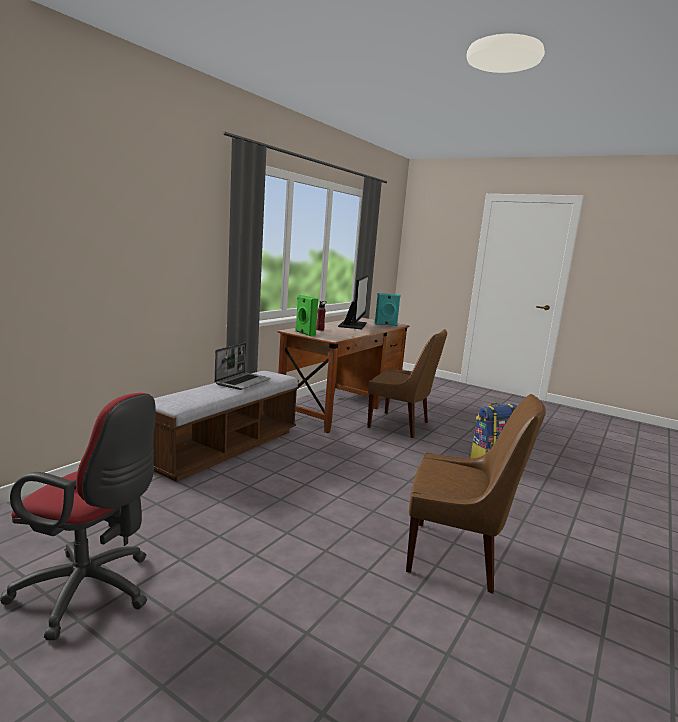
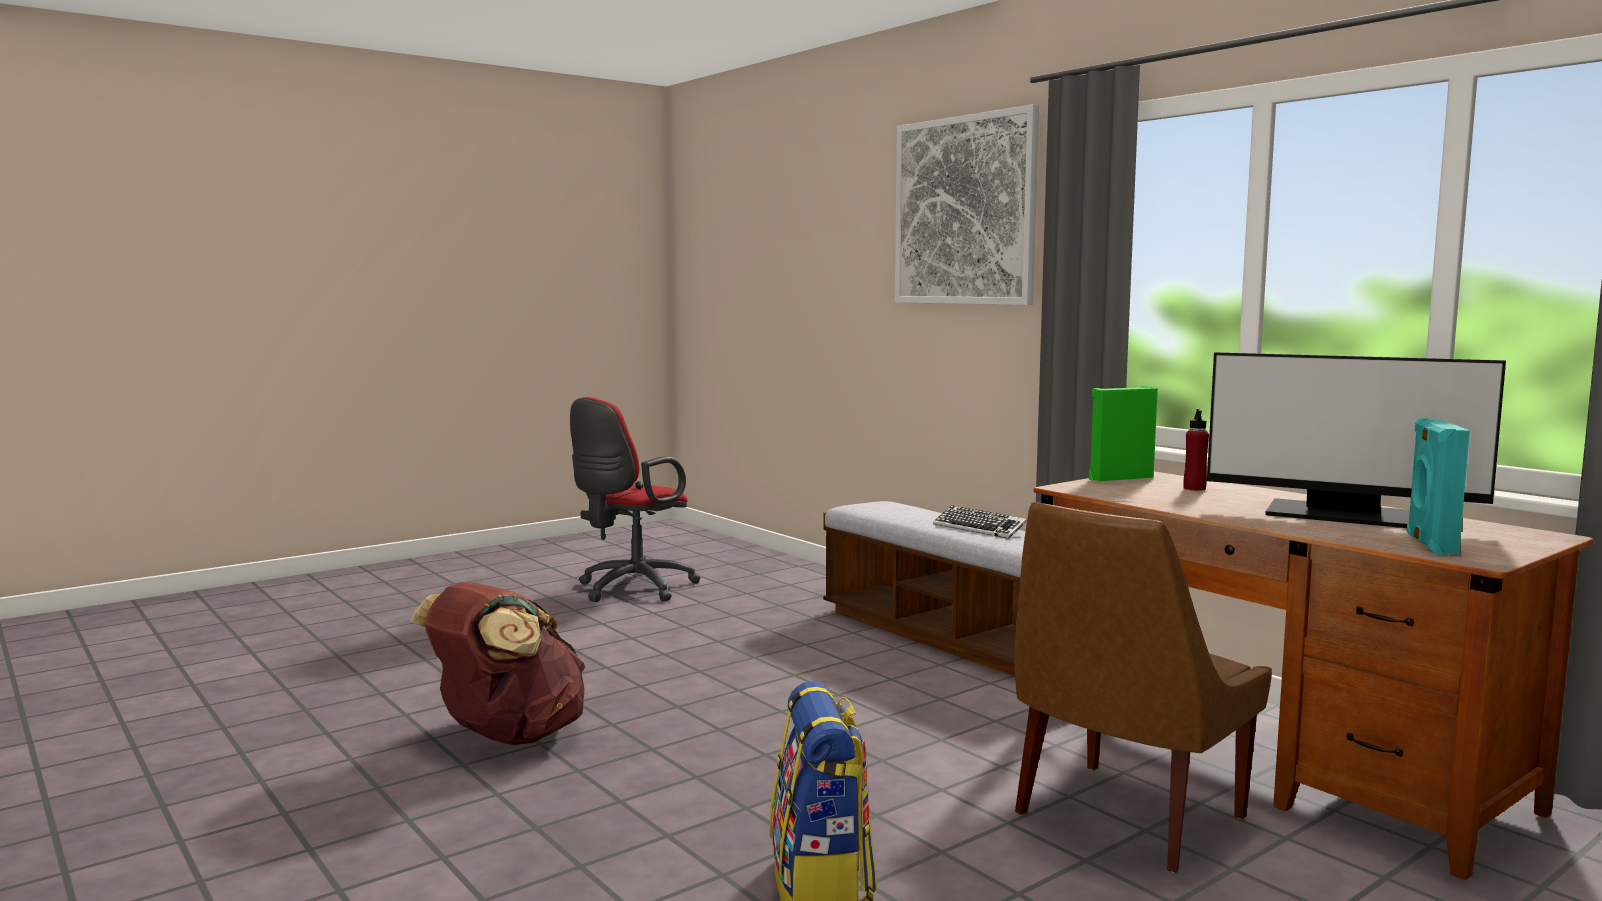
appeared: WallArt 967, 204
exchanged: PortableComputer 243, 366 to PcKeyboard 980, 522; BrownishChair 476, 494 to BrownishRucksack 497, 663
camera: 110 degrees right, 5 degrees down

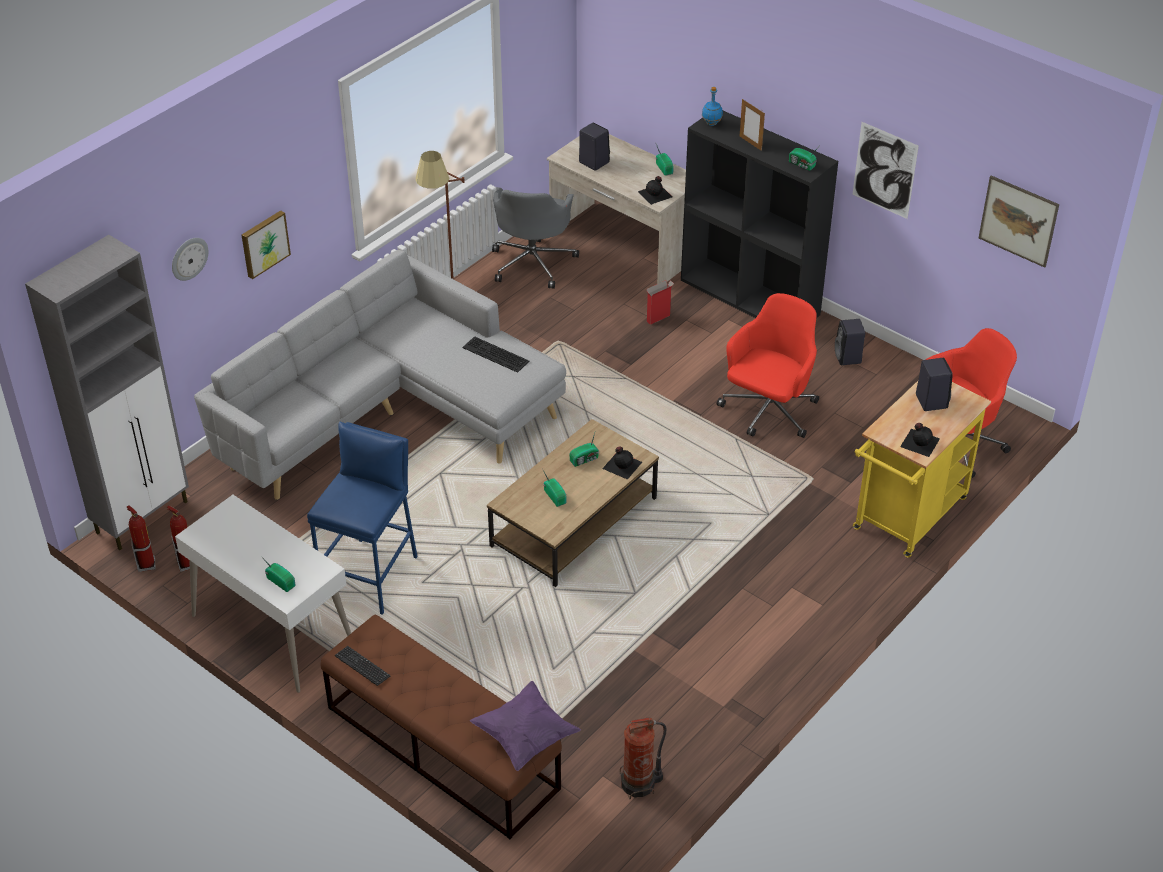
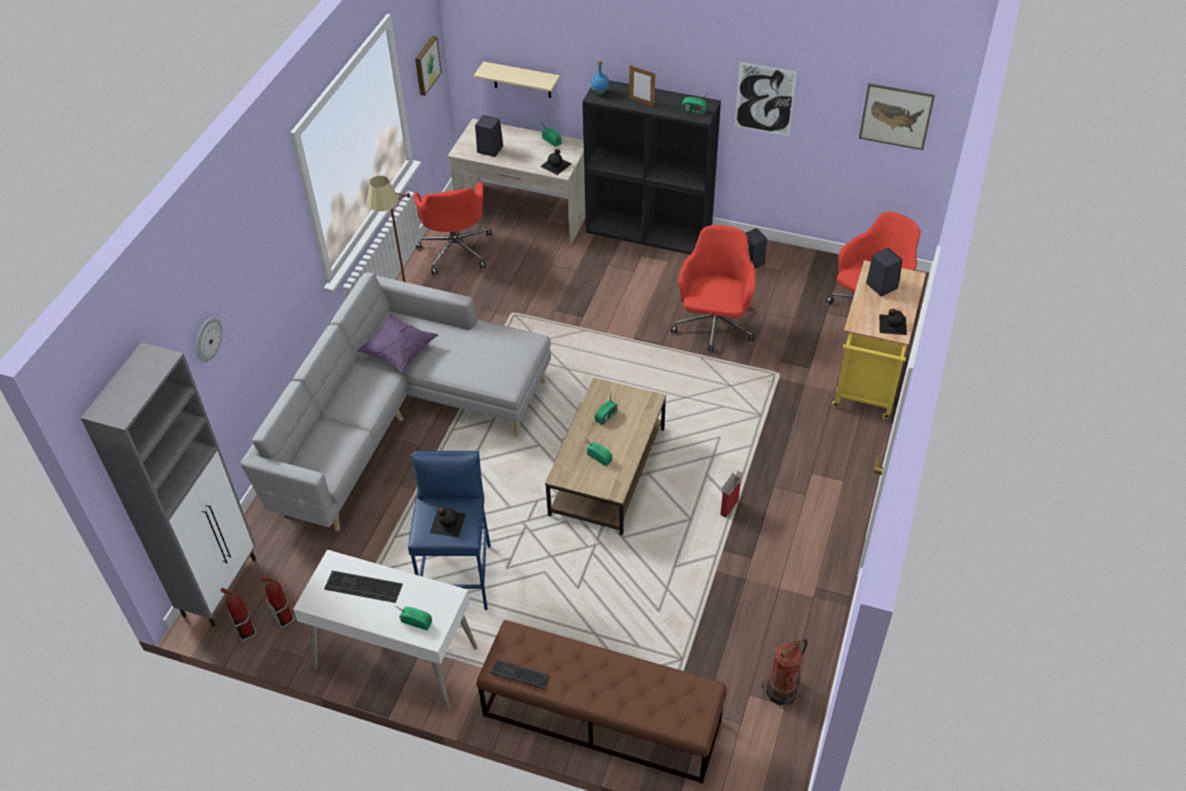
appeared: SandColouredBracketShelf 517, 79
relocated: WallArt 266, 244 to 428, 66; CardboardBox 660, 302 to 732, 494; PcKeyboard 496, 354 to 363, 587; BlackColouredBottle 622, 463 to 448, 522; PurpleCushion 525, 726 to 397, 343
colour: GrayOfficeChair 535, 238 to ReddishOfficeChair 453, 228
camera: 20 degrees left, 5 degrees up

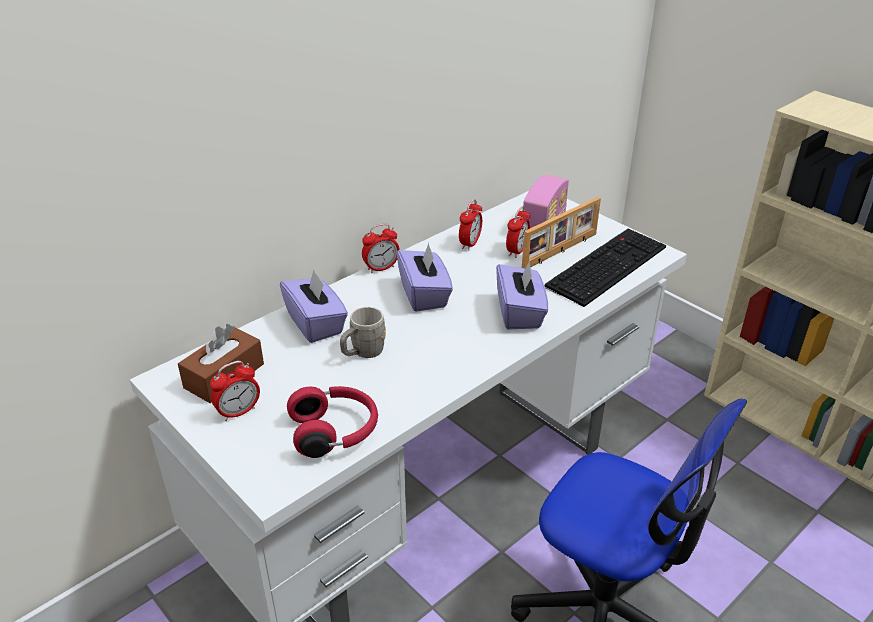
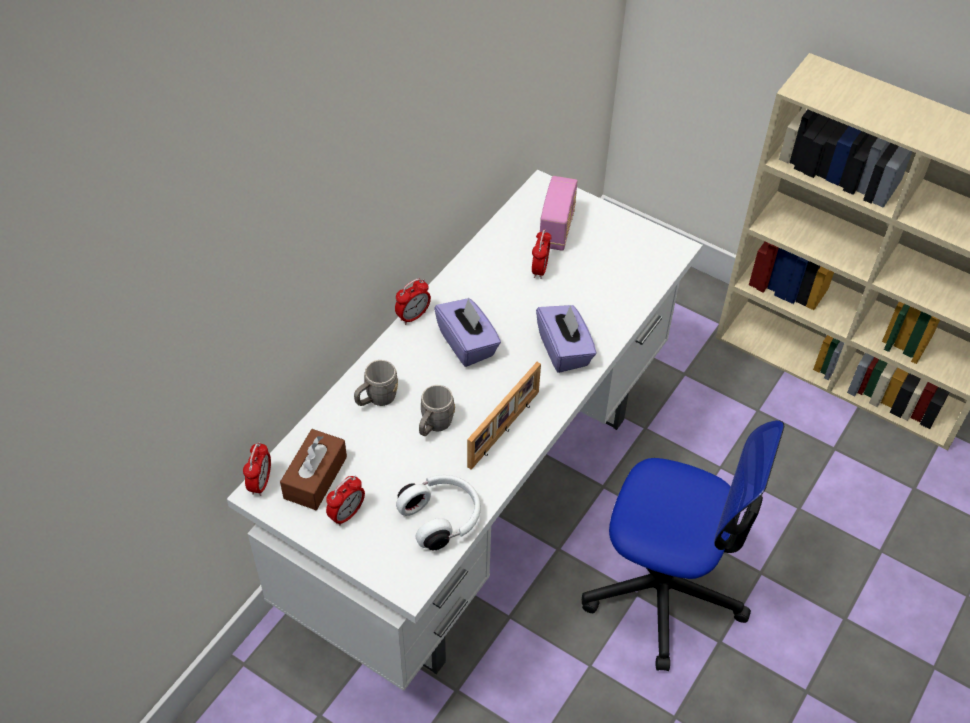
missing: PcKeyboard 605, 268
relocated: PictureFrame 561, 233 to 504, 416; BedsideClock 470, 225 to 257, 469
exchanged: PurpleTissueHolder 314, 306 to GrayTeaMug 376, 383
colour: ReddishHeadphones 332, 422 to WhiteHeadphones 438, 512
camera: 15 degrees left, 15 degrees up

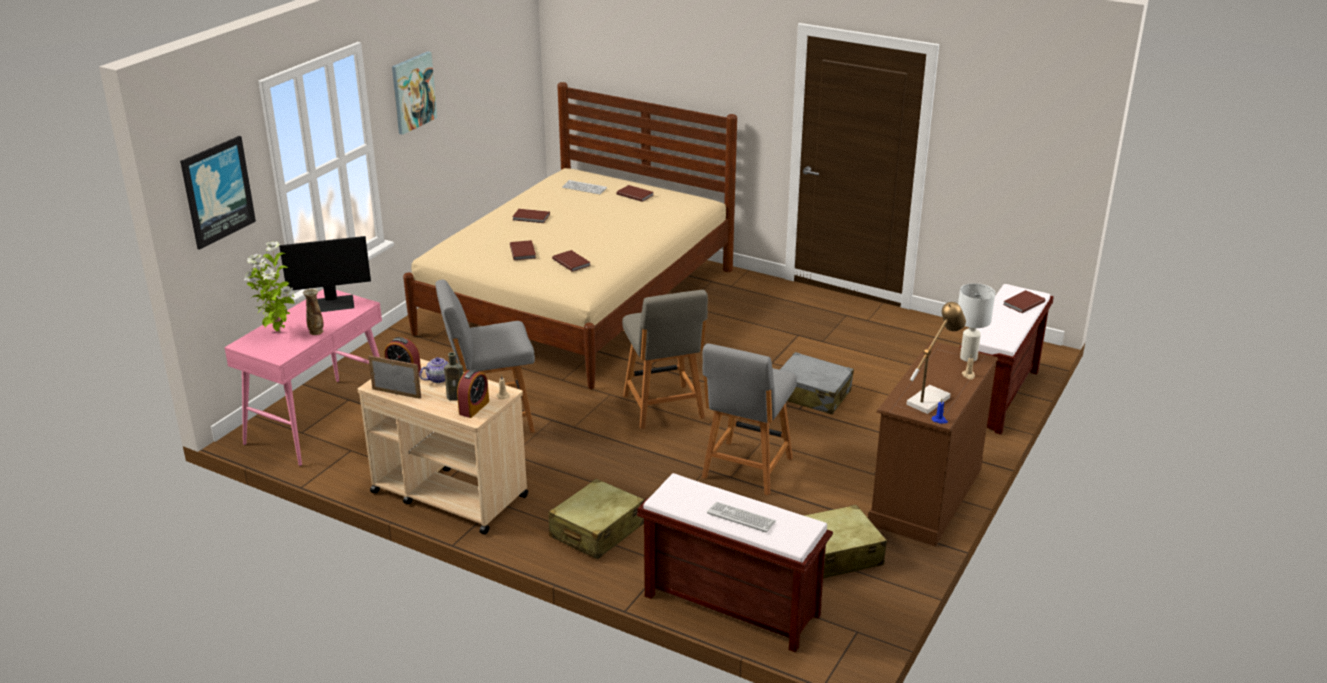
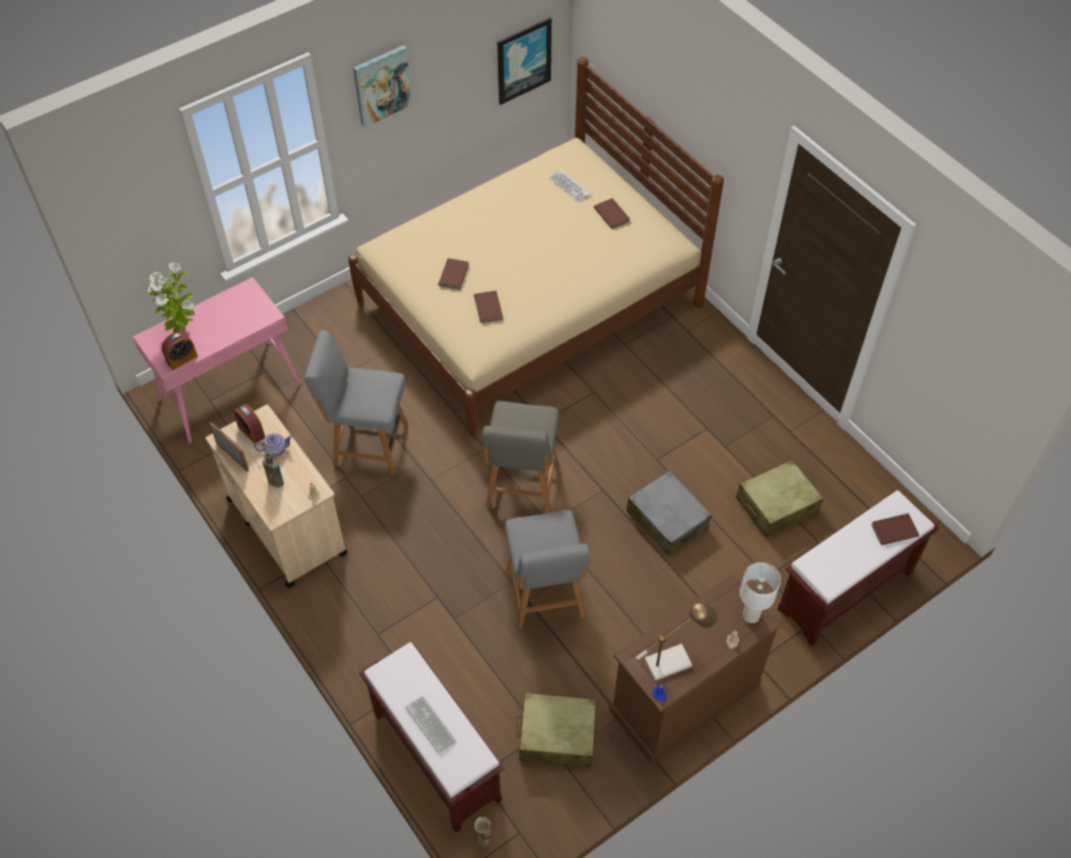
missing: BrownishBook 531, 216; ComputerScreen 325, 274
relocated: WallArt 218, 193 to 524, 61; DecorativeVase 313, 311 to 483, 832; BedsideClock 473, 393 to 180, 351; SandColouredTravelCase 596, 519 to 779, 498
spun: GrayChair 749, 419 = 547, 569 60 degrees counterclockwise
camera: 25 degrees right, 25 degrees up

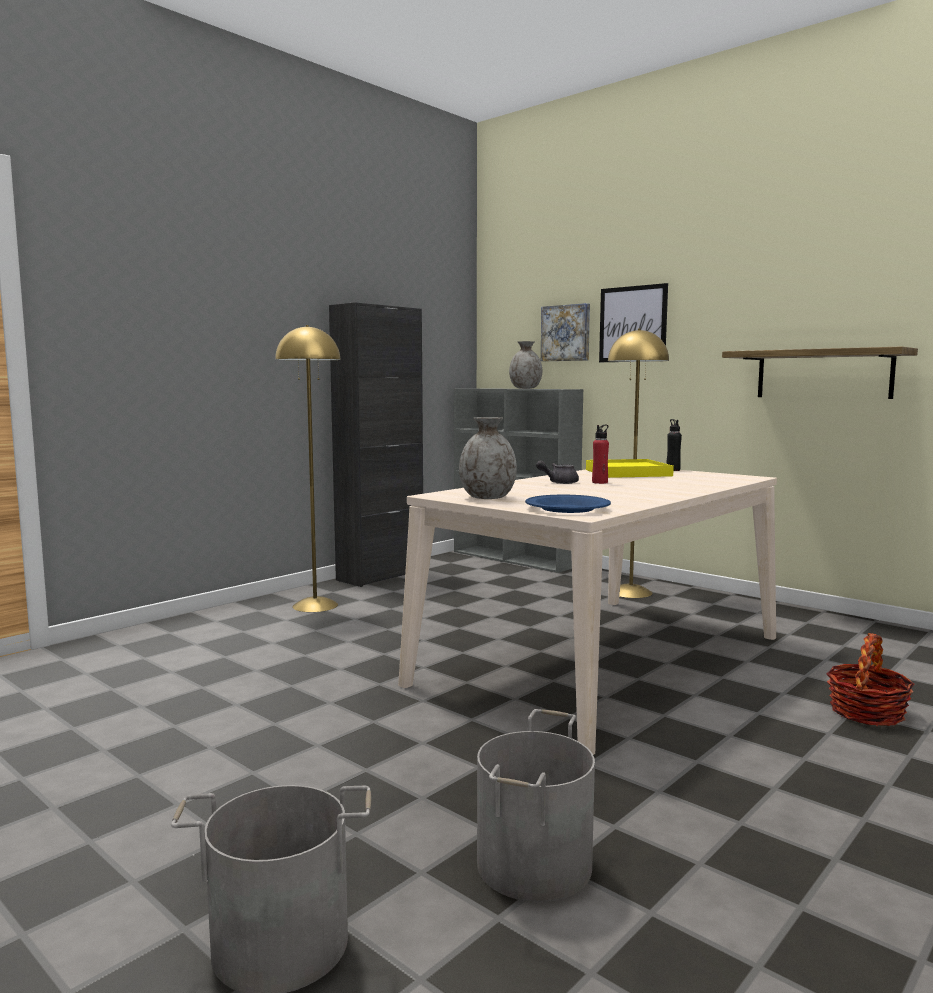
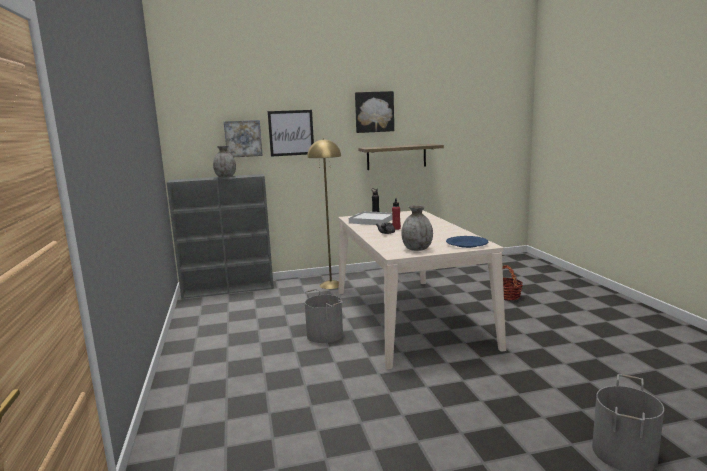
missing: BlackColouredCabinet 376, 444; YellowColouredStandardLamp 307, 468
appeared: WallArt 374, 112
relocated: GrayBucket 536, 805 to 323, 316
colour: YellowColouredServingTray 630, 468 to WhiteServingTray 370, 218
camera: 55 degrees left, 5 degrees up

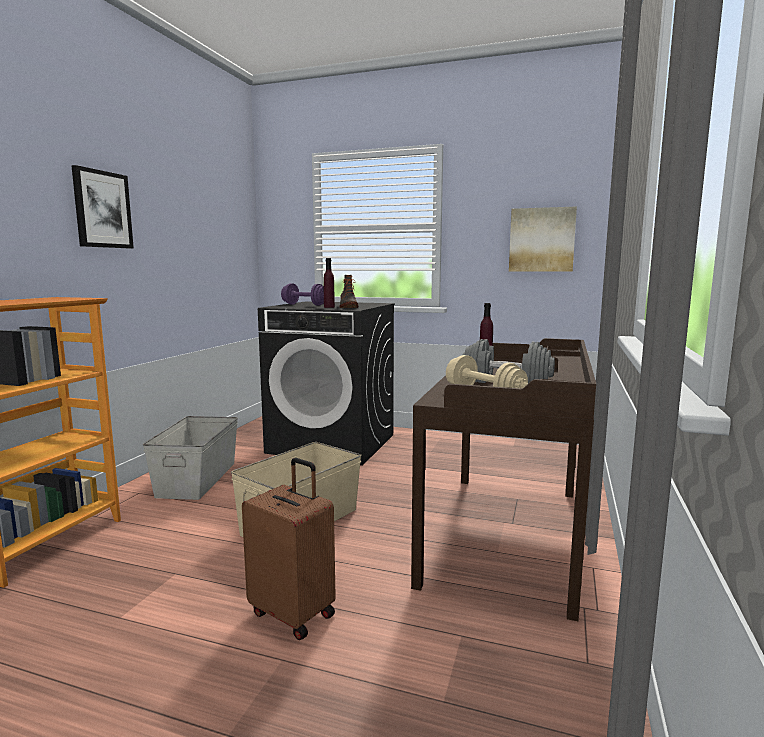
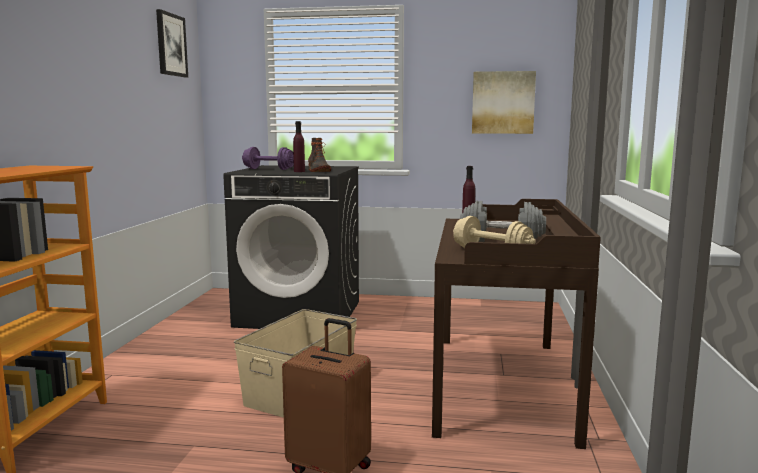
missing: GrayStorageBox 190, 458
relocated: WallArt 102, 207 to 172, 43
camera: 10 degrees left, 0 degrees up

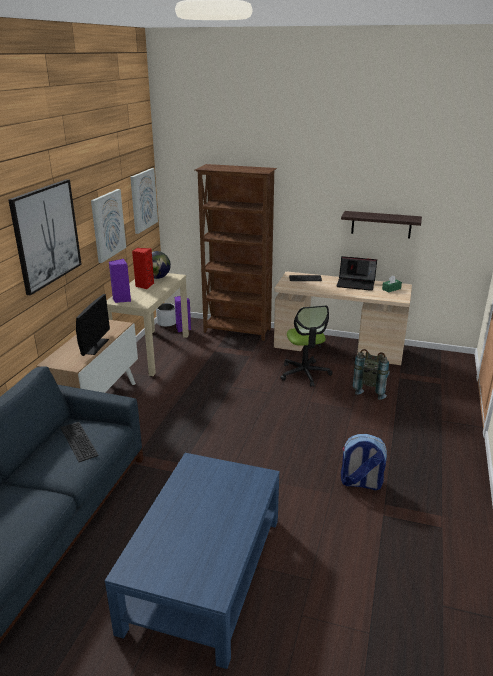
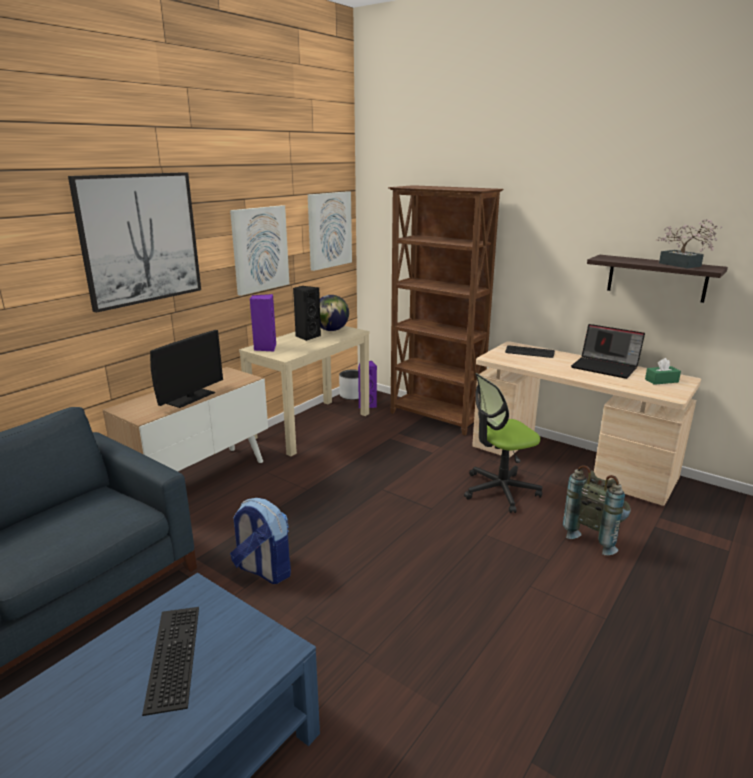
appeared: PottedPlant 689, 243
relocated: PcKeyboard 79, 442 to 170, 661; Rucksack 364, 462 to 260, 541
colour: ReddishLoudspeaker 143, 268 to BlackColouredLoudspeaker 307, 313
spun: OfficeChair 306, 346 = 503, 443 60 degrees clockwise
camera: 20 degrees right, 5 degrees down

